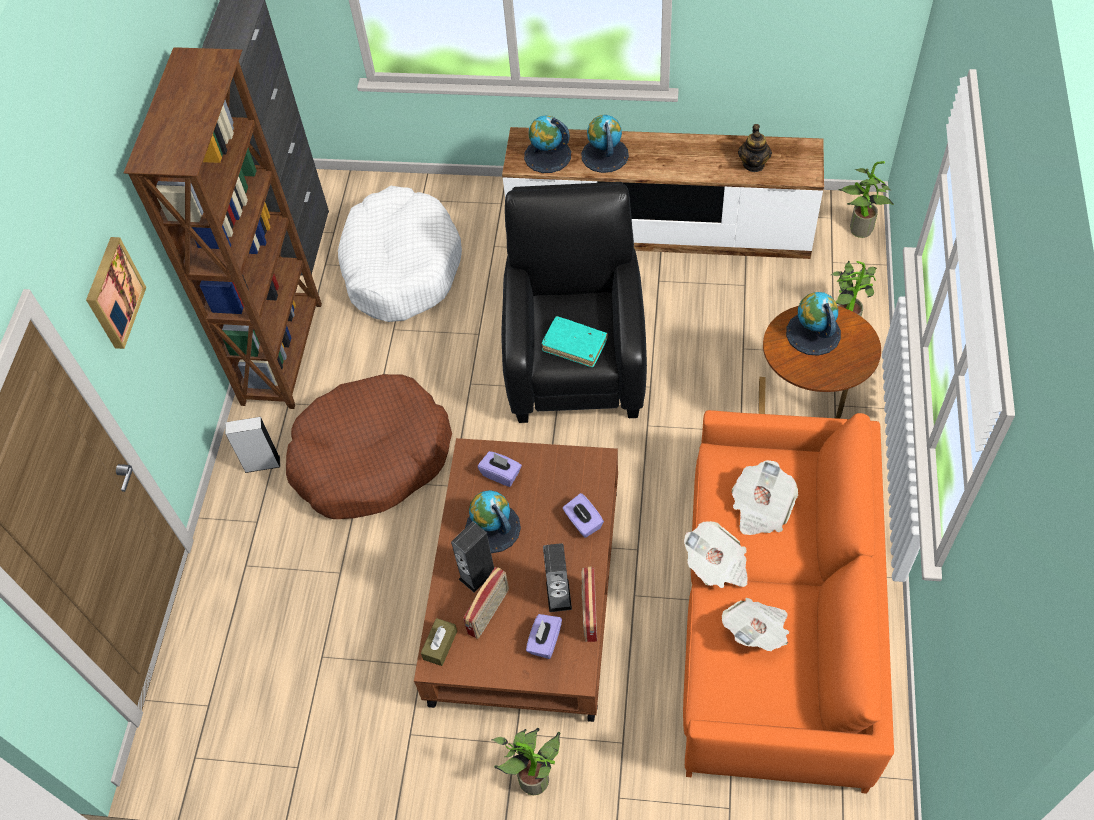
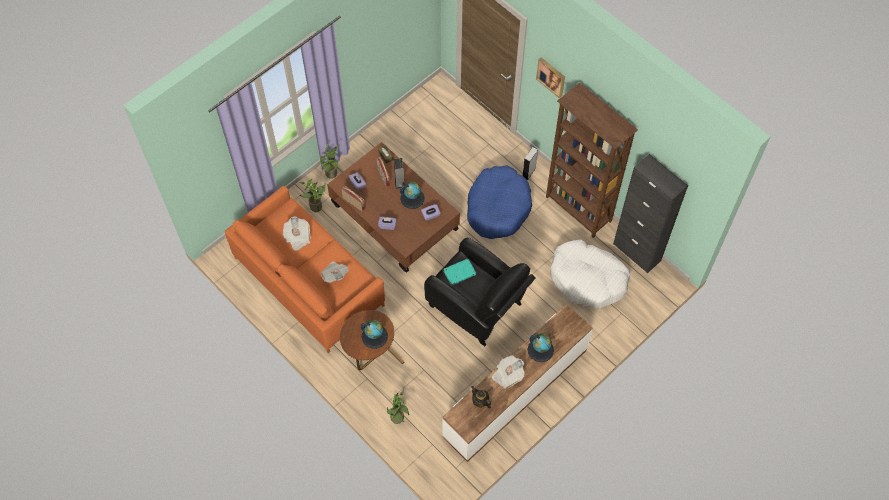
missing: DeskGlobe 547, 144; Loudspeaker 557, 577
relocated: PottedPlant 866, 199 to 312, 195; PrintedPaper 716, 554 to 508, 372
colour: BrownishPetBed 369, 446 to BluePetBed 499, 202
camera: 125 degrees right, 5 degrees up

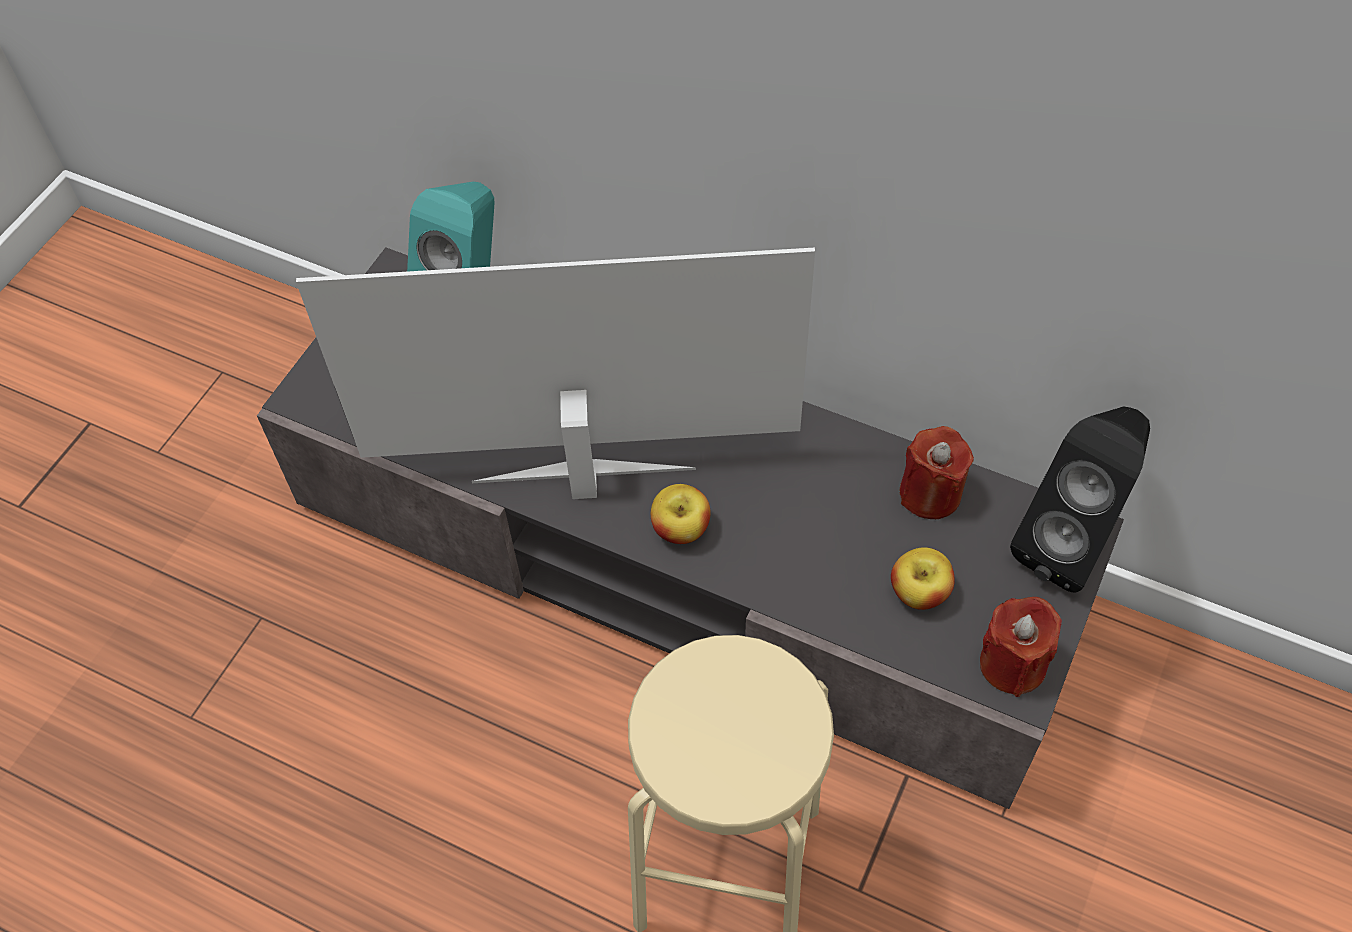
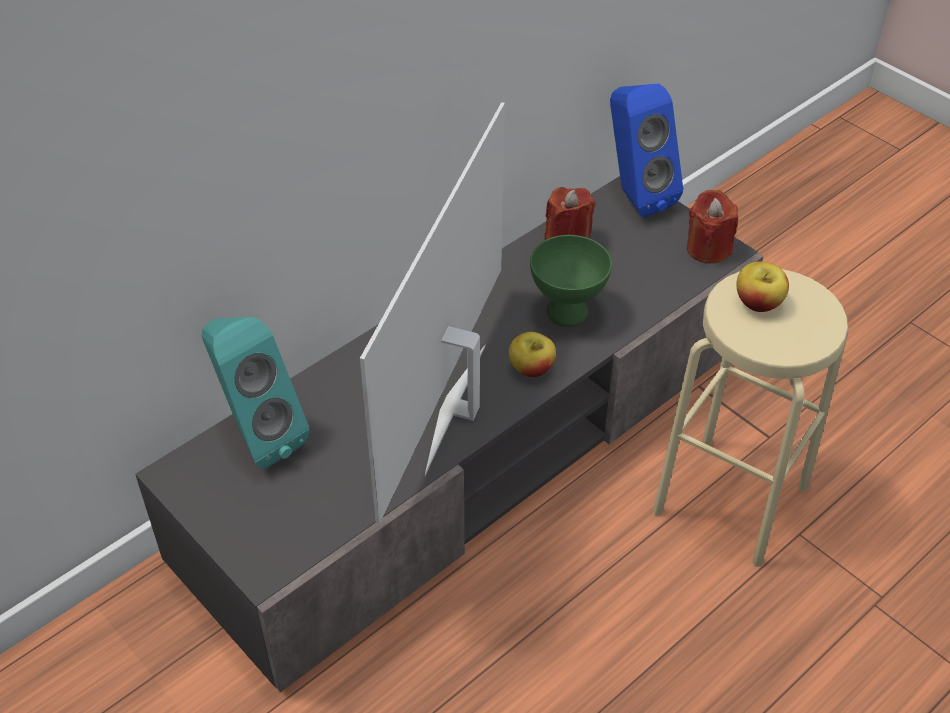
appeared: GreenServingBowl 571, 281
relocated: AppleFruit 923, 578 to 762, 287
colour: BlackColouredLoudspeaker 1080, 499 to BlueLoudspeaker 646, 150
camera: 70 degrees left, 10 degrees down

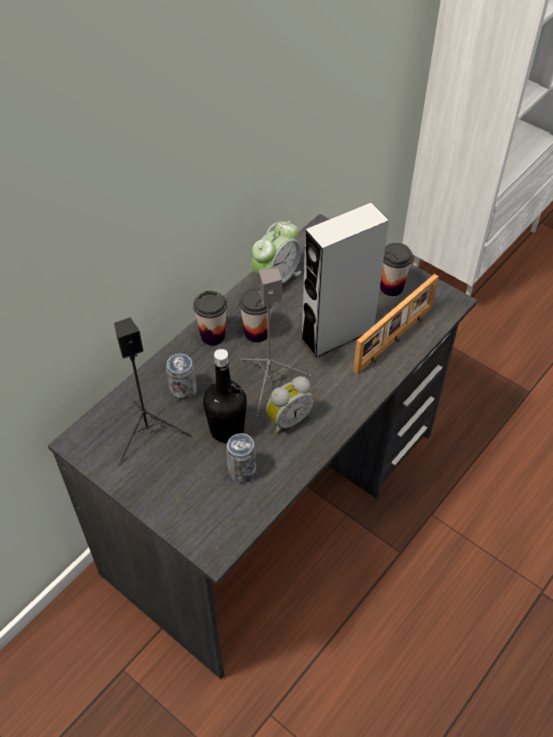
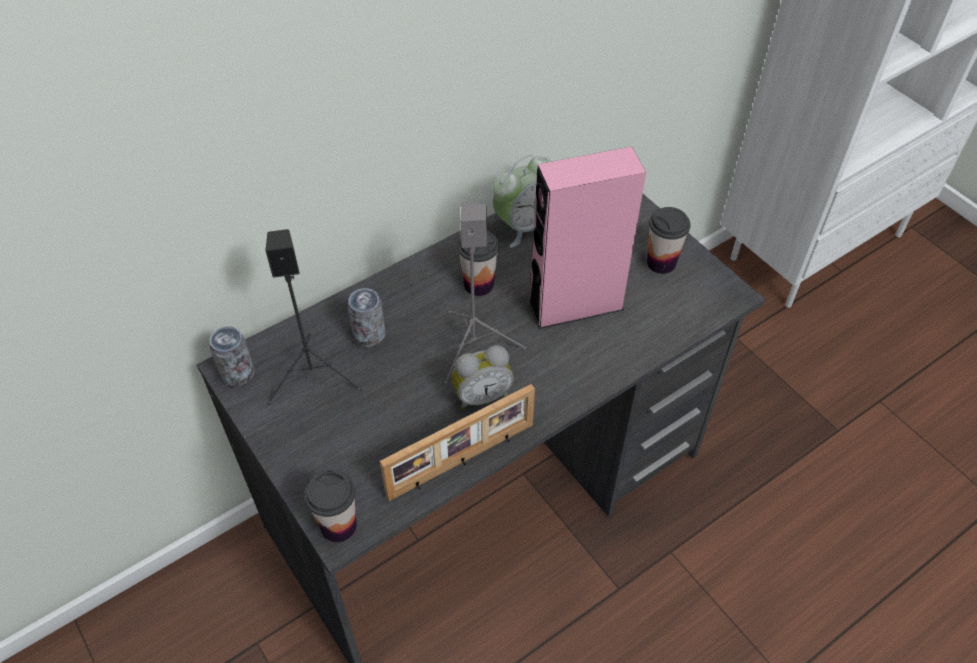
missing: BlackColouredBottle 225, 396
relocated: PictureFrame 396, 324 to 457, 442; DrinkingCup 210, 318 to 330, 506; MetalCan 241, 458 to 232, 356
colour: GrayLoudspeaker 344, 280 to PinkColouredLoudspeaker 587, 237
camera: 15 degrees right, 0 degrees up

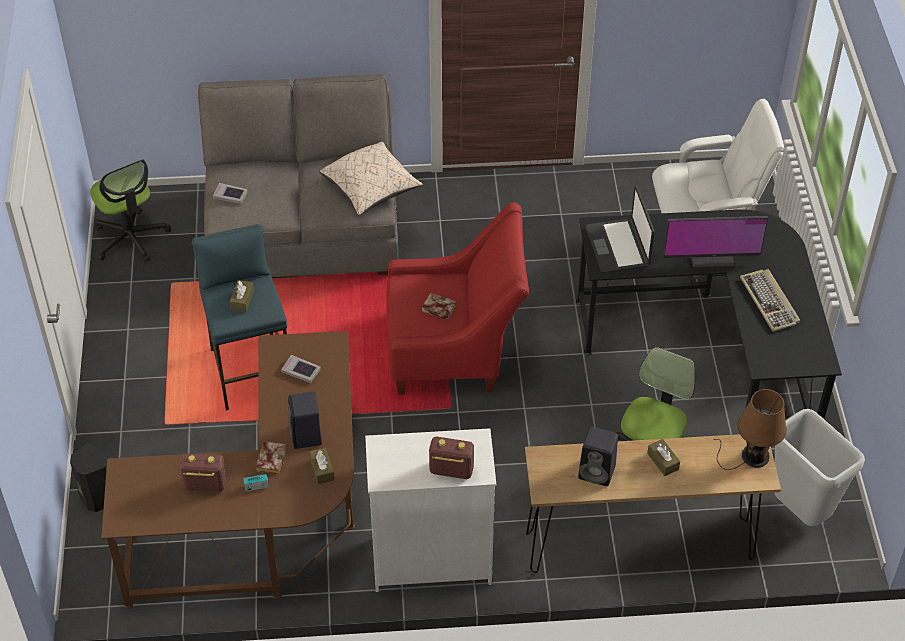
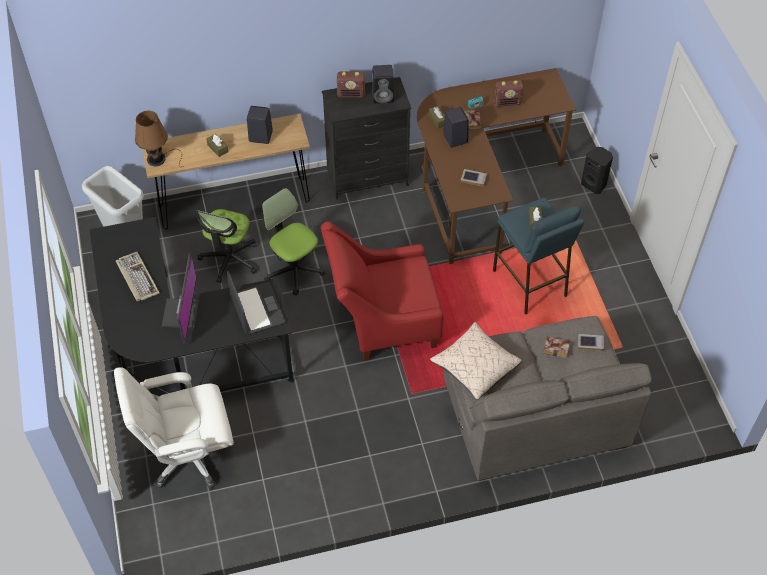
appeared: BlackColouredLoudspeaker 383, 84
relocated: OfficeChair 130, 211 to 293, 241; Book 439, 306 to 556, 347
colour: WhiteDresser 430, 510 to BlackColouredDresser 366, 138
spun: ComputerScreen 715, 242 = 180, 298 105 degrees clockwise
camera: 170 degrees right, 5 degrees up

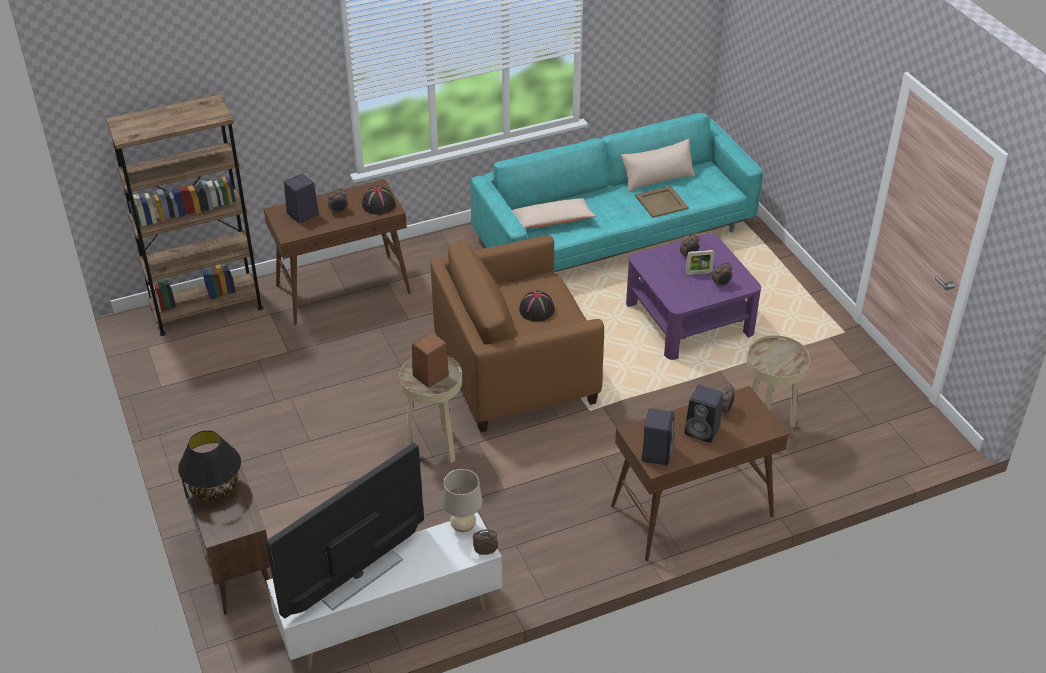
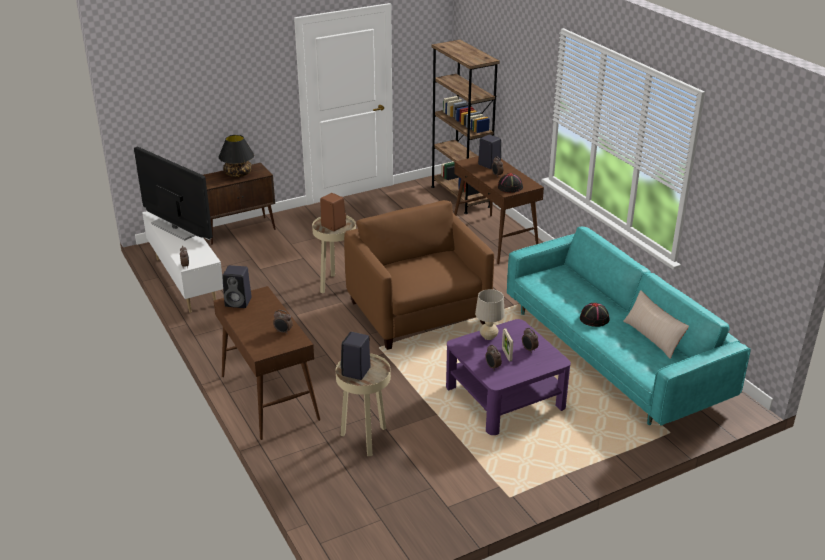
missing: SandColouredServingTray 662, 202; SandColouredCushion 554, 213
relocated: BlackColouredWearableHat 537, 306 to 594, 315; BlackColouredLoudspeaker 703, 414 to 356, 356; SandColouredTabletopLamp 462, 501 to 490, 314
camera: 85 degrees right, 10 degrees down

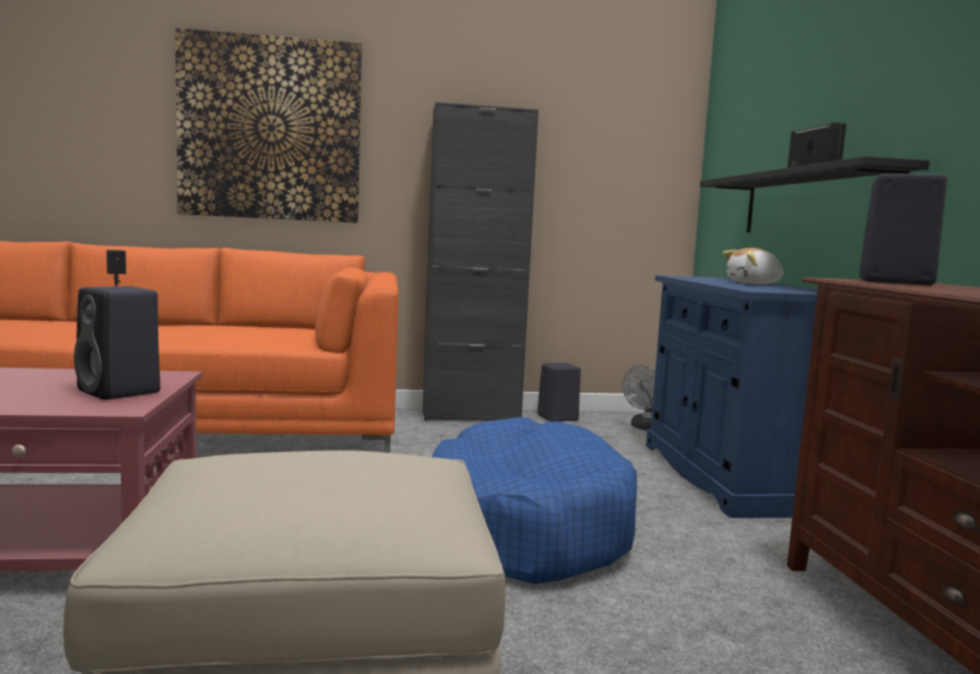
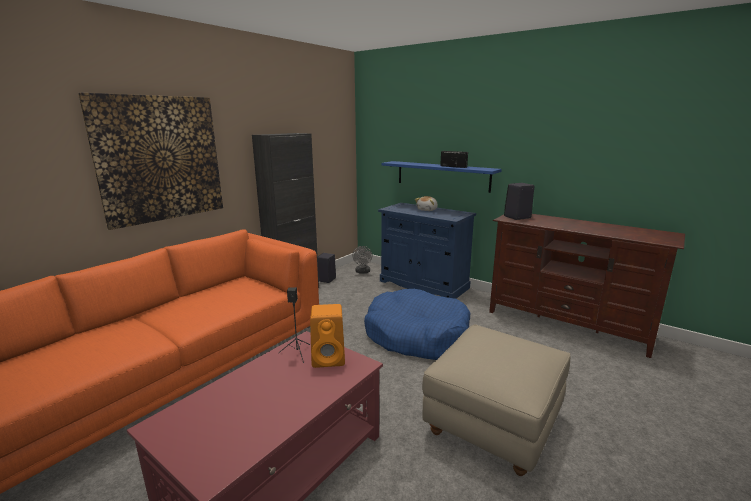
colour: BlackColouredBracketShelf 815, 194 to BlueBracketShelf 442, 177; BlackColouredLoudspeaker 117, 343 to OrangeLoudspeaker 327, 336
camera: 45 degrees left, 10 degrees up

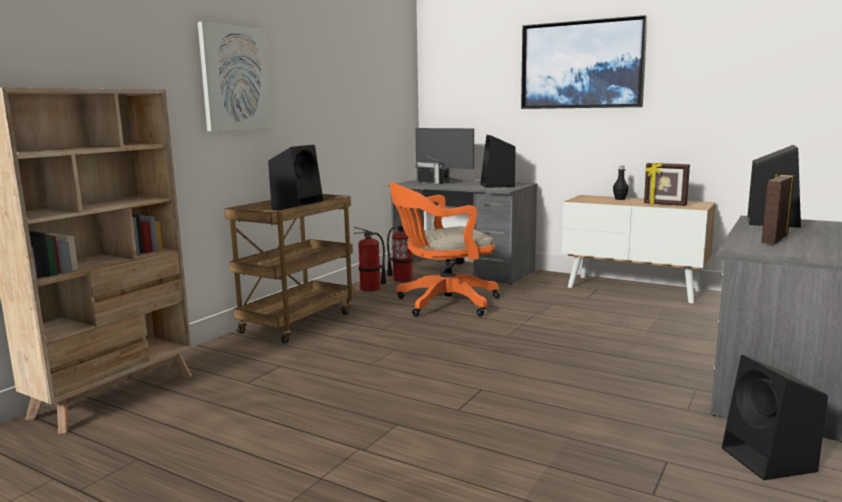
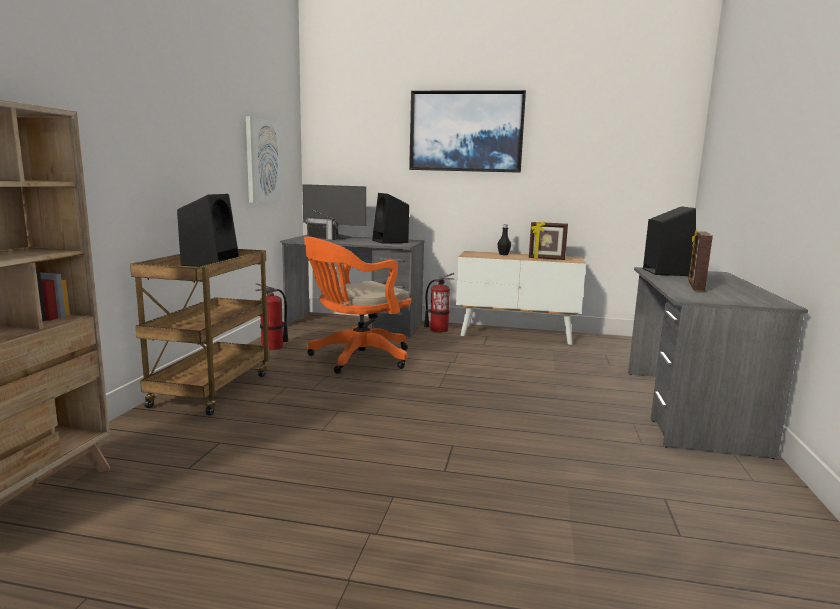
missing: BlackColouredLoudspeaker 775, 417
relocated: WallArt 235, 76 to 264, 159; Extinguisher 400, 252 to 439, 302
camera: 20 degrees left, 0 degrees up

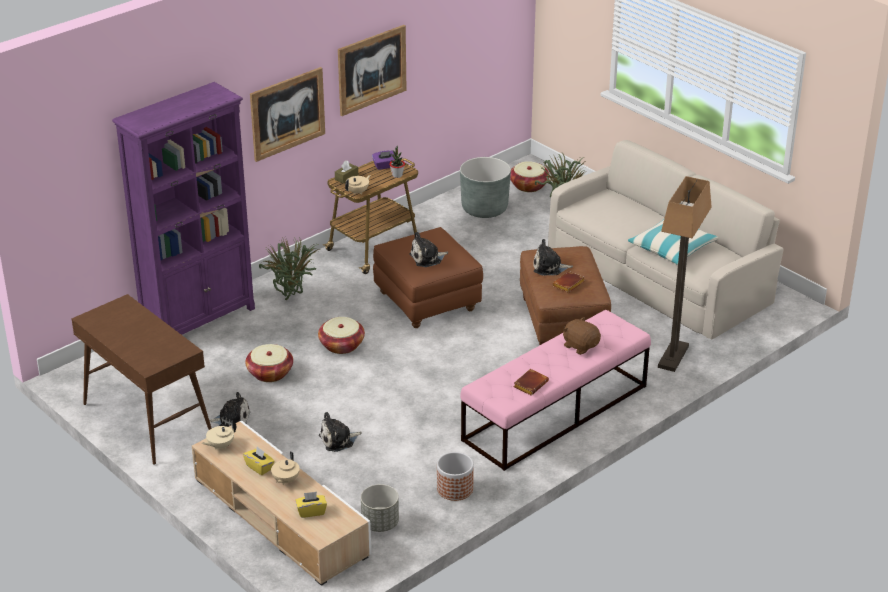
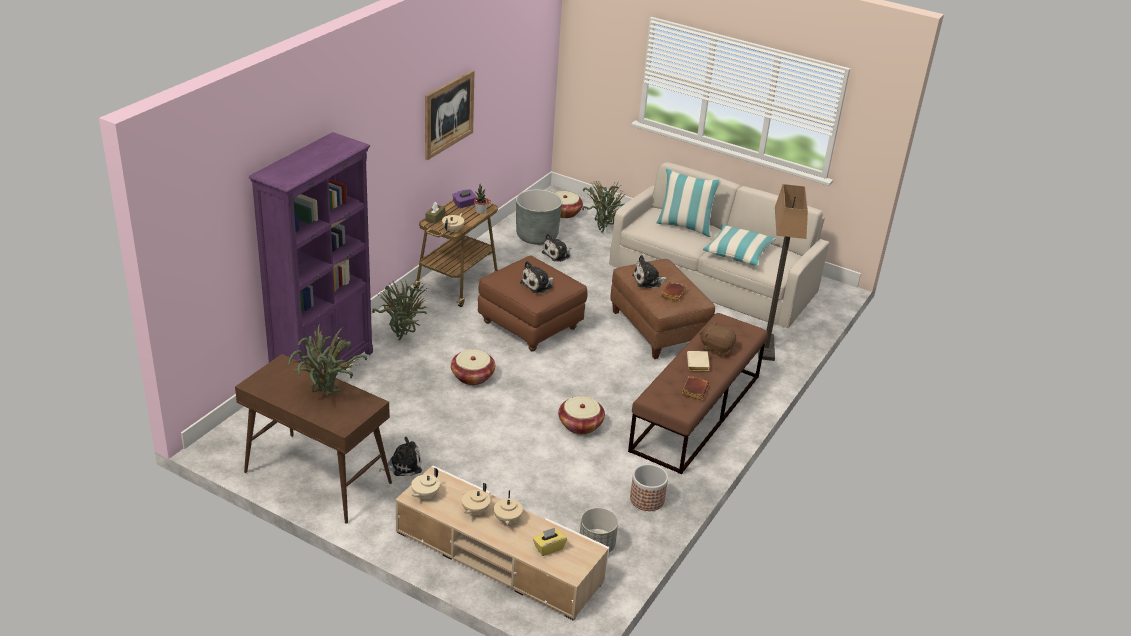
missing: WallArt 287, 114
appeared: Cushion 689, 203; PottedPlant 327, 359; SandColouredBook 698, 361
relocated: StorageBasket 269, 363 to 581, 415; PlushToy 340, 432 to 556, 247
exchanged: YellowColouredTissueHolder 259, 461 to SandColouredPotForTea 476, 499
colour: PinkColouredBench 555, 390 to BrownishBench 698, 393
camera: 20 degrees left, 0 degrees up

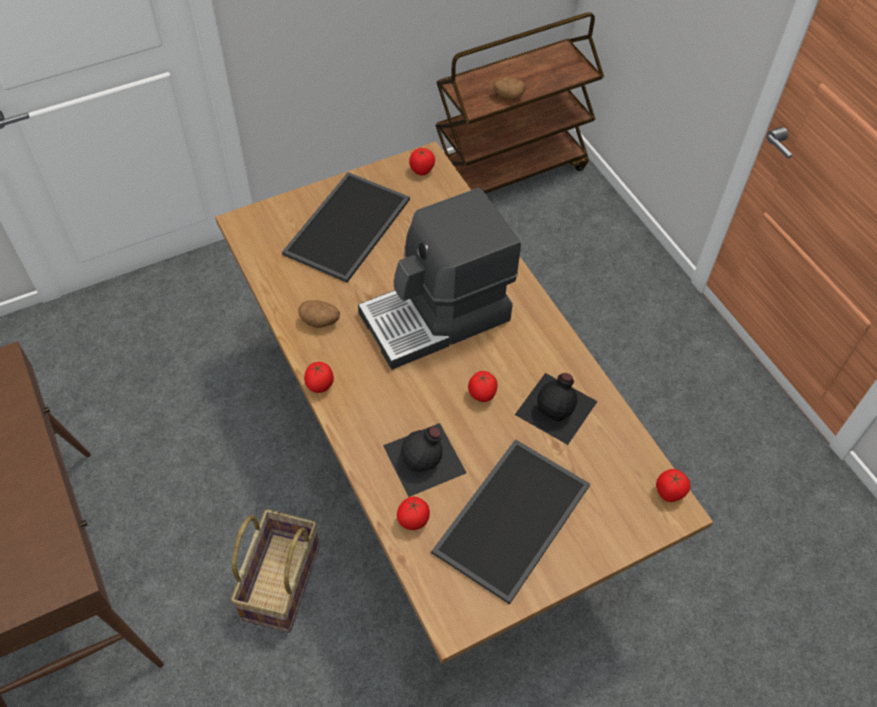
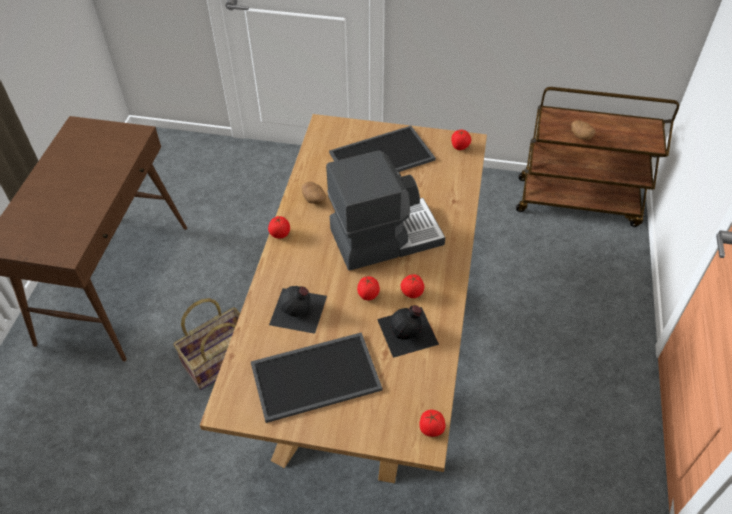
relocated: WholeTomato 413, 513 to 412, 286
spun: CoffeeMachine 439, 279 = 385, 211 150 degrees clockwise
camera: 40 degrees right, 5 degrees down

